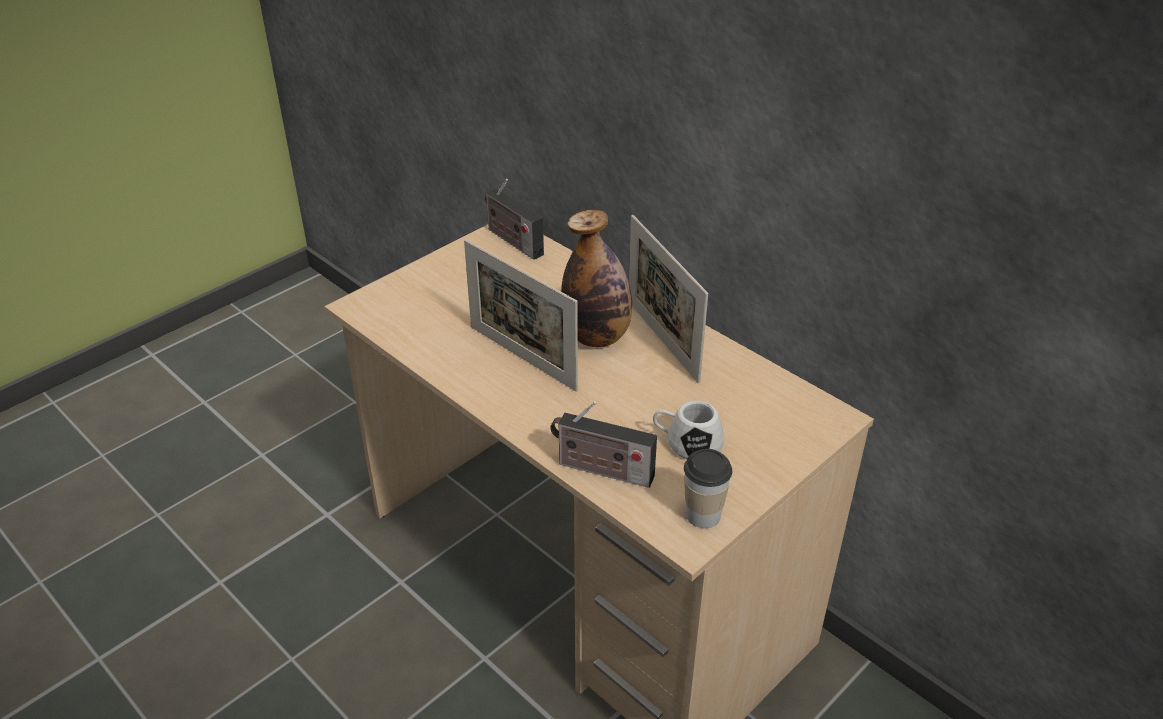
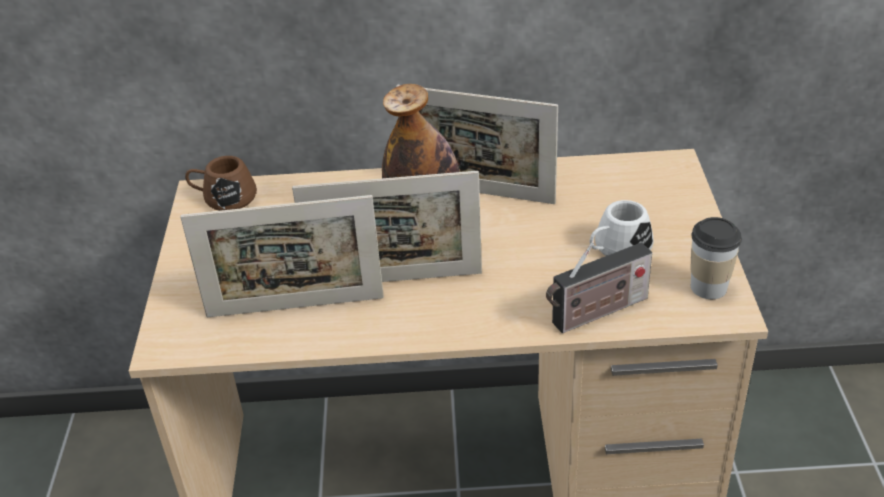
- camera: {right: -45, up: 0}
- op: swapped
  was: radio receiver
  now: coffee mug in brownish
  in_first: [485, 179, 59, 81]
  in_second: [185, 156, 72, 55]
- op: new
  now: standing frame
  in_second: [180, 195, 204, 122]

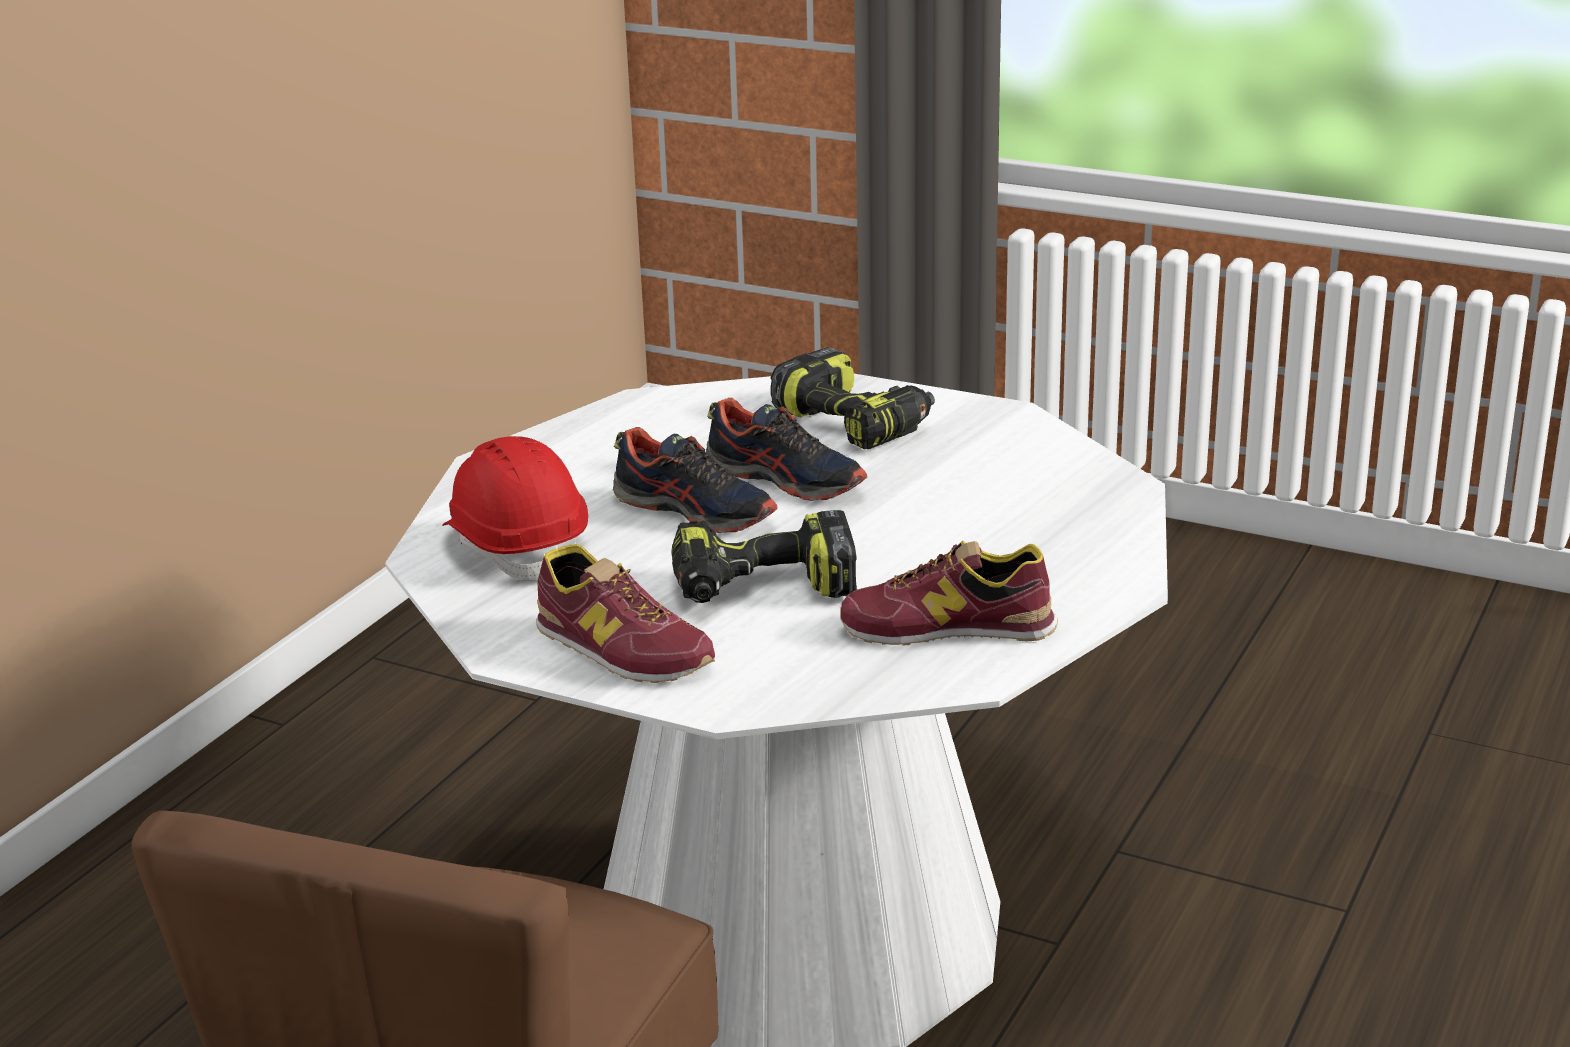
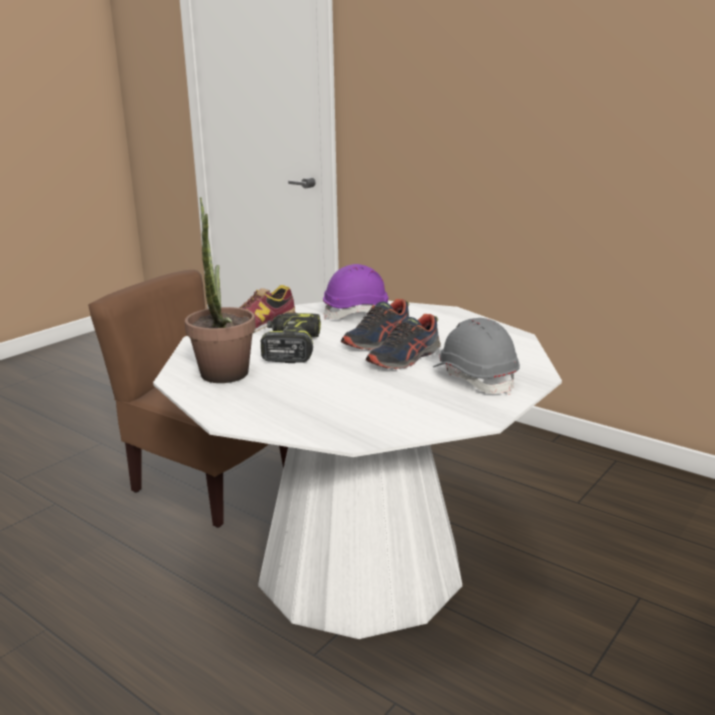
- camera: {right: 100, up: -5}
- op: swapped
  was: drill
  now: hard hat in greyish
  in_first: [771, 347, 164, 102]
  in_second: [433, 318, 87, 77]
- op: repainted
  was: hard hat in reddish
  now: hard hat in purple
  in_first: [442, 436, 146, 144]
  in_second: [323, 264, 66, 55]
- op: swapped
  was: low shoe
  now: potted plant
  in_first: [840, 541, 218, 105]
  in_second: [185, 197, 71, 186]

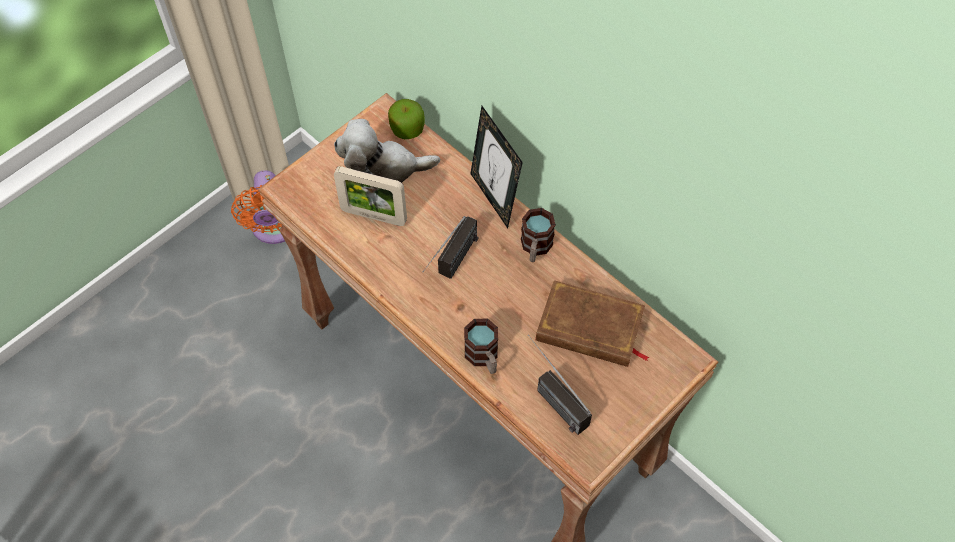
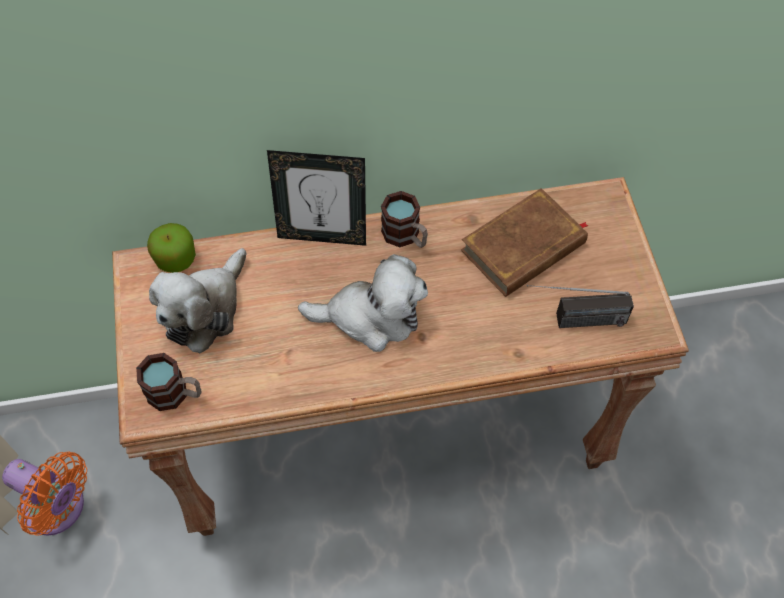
- camera: {right: -55, up: 0}
- op: gone
  was: standing frame
  in_first: [334, 166, 73, 60]
- op: swapped
  was: radio receiver
  now: cuddly toy
  in_first: [422, 216, 57, 63]
  in_second: [298, 254, 130, 98]
- op: shifted
  was: coffee mug
  in_first: [464, 319, 34, 55]
  in_second: [136, 353, 66, 58]

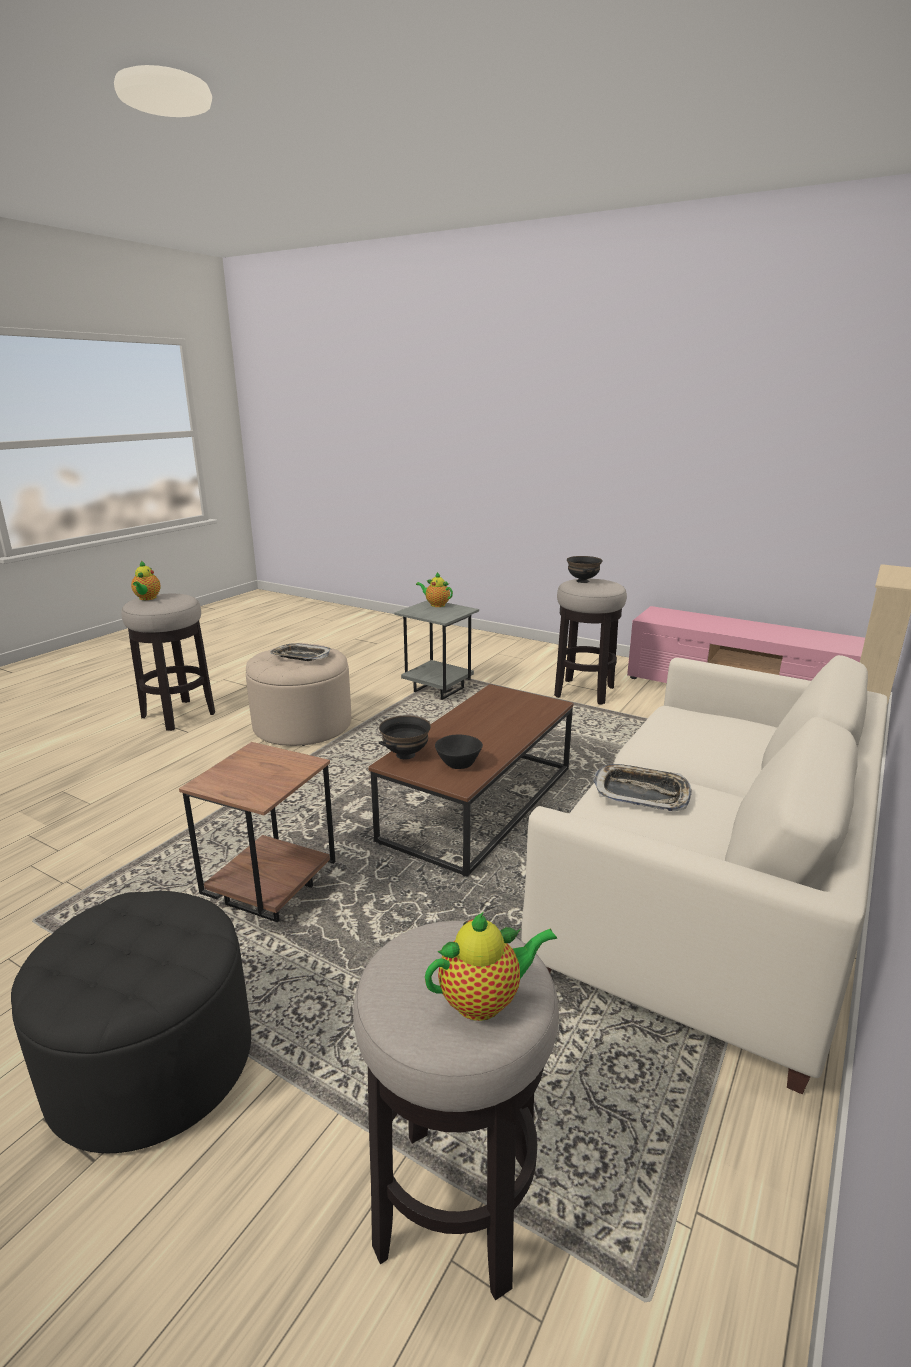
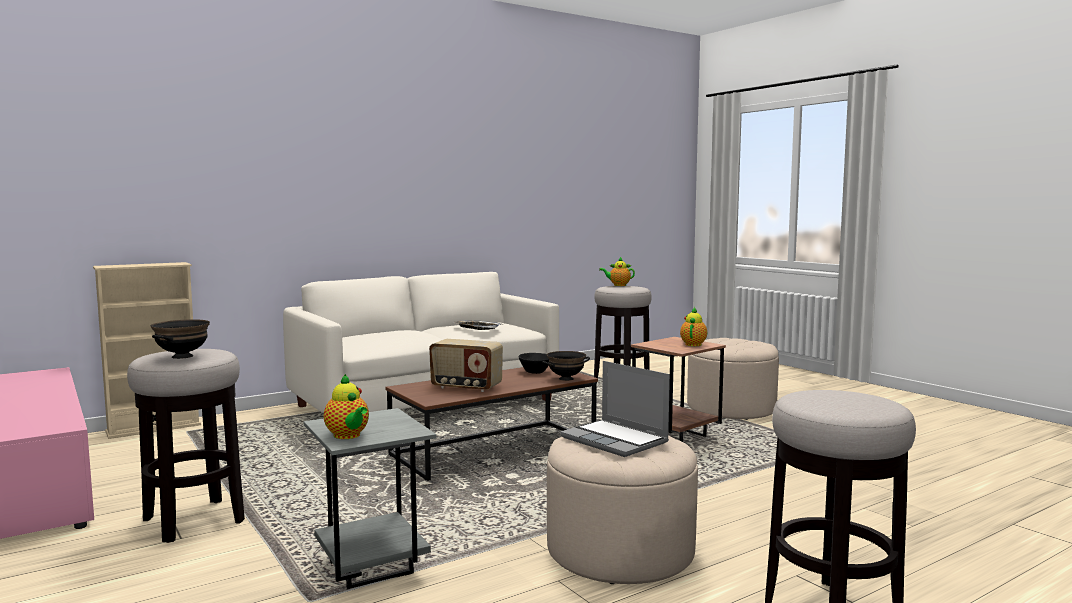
- camera: {right: -155, up: -15}
- op: shifted
  was: tea pot
  in_first: [131, 561, 30, 39]
  in_second: [680, 307, 27, 39]
- op: swapped
  was: carrying tray
  now: notebook computer
  in_first: [270, 643, 61, 18]
  in_second: [560, 361, 110, 96]
- op: repainted
  was: footrest in blackish
  now: footrest in beige
  in_first: [11, 891, 240, 262]
  in_second: [687, 338, 92, 82]
- op: new
  now: radio receiver
  in_second: [429, 339, 74, 53]

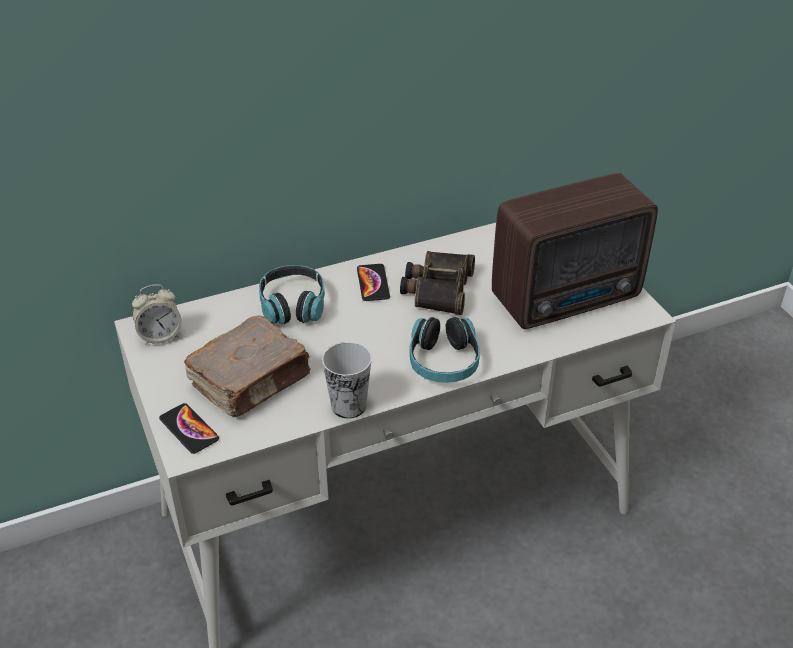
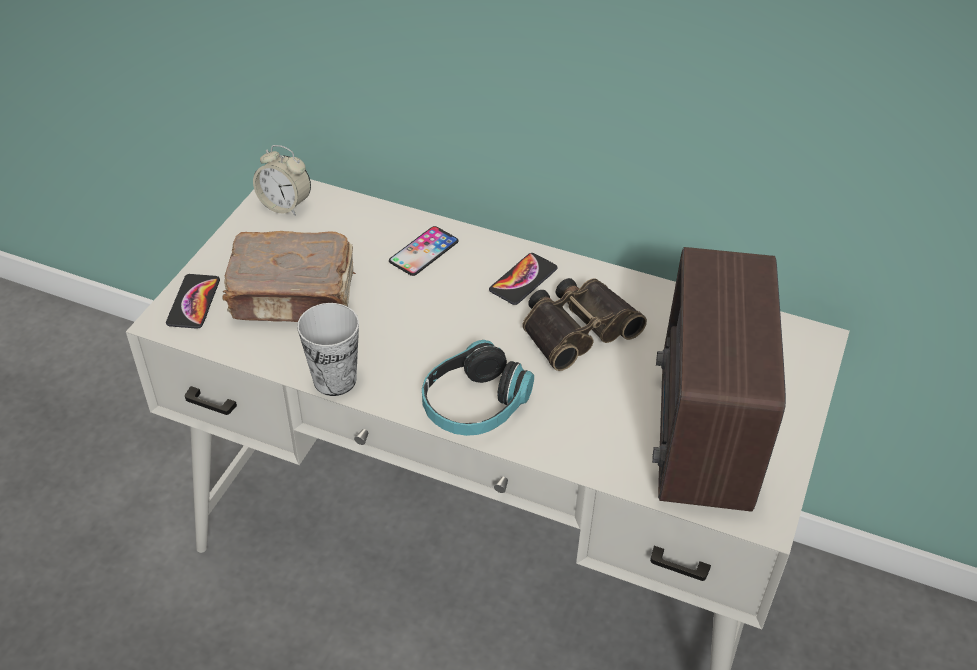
- camera: {right: 45, up: 5}
- op: rotated
  was: radio receiver
  in_first: [492, 173, 166, 156]
  in_second: [652, 247, 134, 265]
  clockwise: 75
- op: swapped
  was: headphones
  now: phone
  in_first: [259, 265, 66, 59]
  in_second: [389, 226, 70, 50]

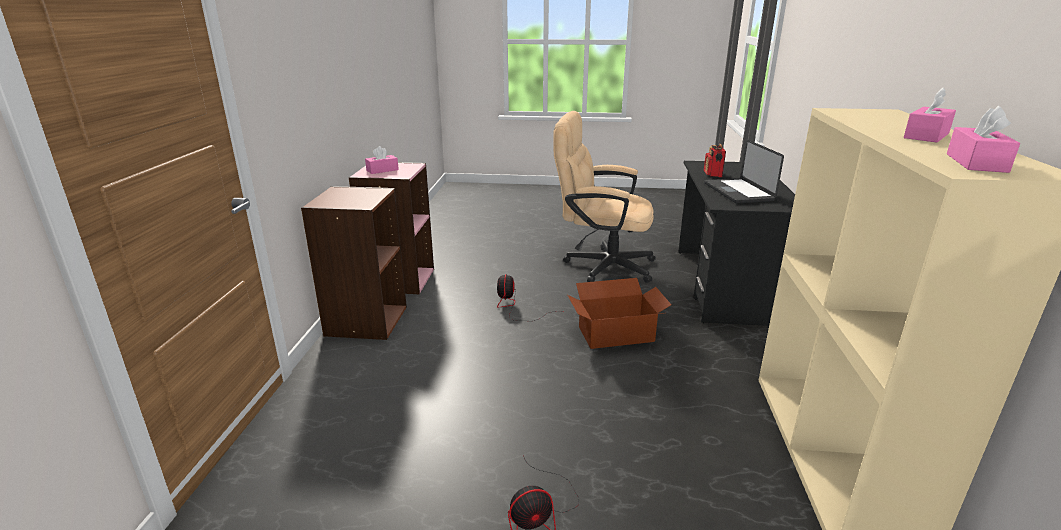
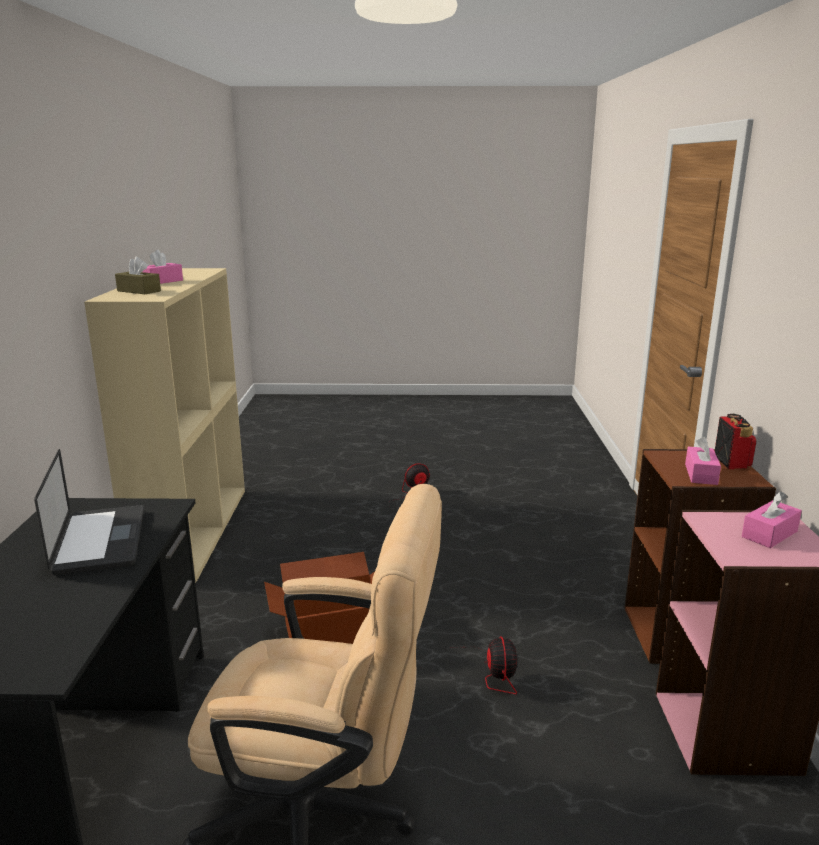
- camera: {right: 175, up: -5}
- op: shifted
  was: box of tissues in pinkish
  in_first: [947, 106, 73, 67]
  in_second: [685, 437, 36, 48]
- op: shifted
  was: radio receiver
  in_first: [704, 144, 22, 33]
  in_second: [715, 414, 41, 55]
- op: new
  now: box of tissues in brownish
  in_second: [115, 257, 46, 37]

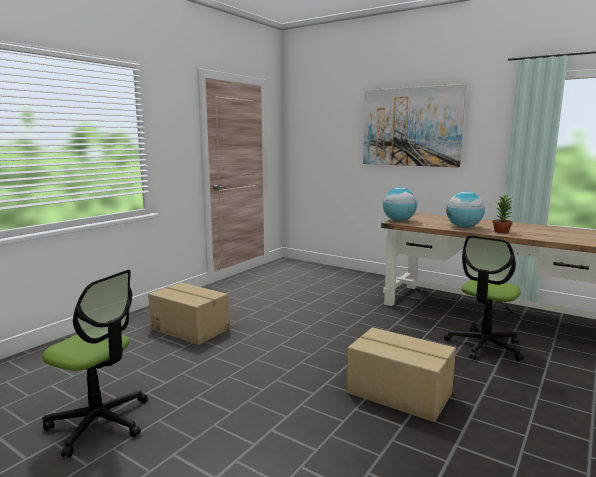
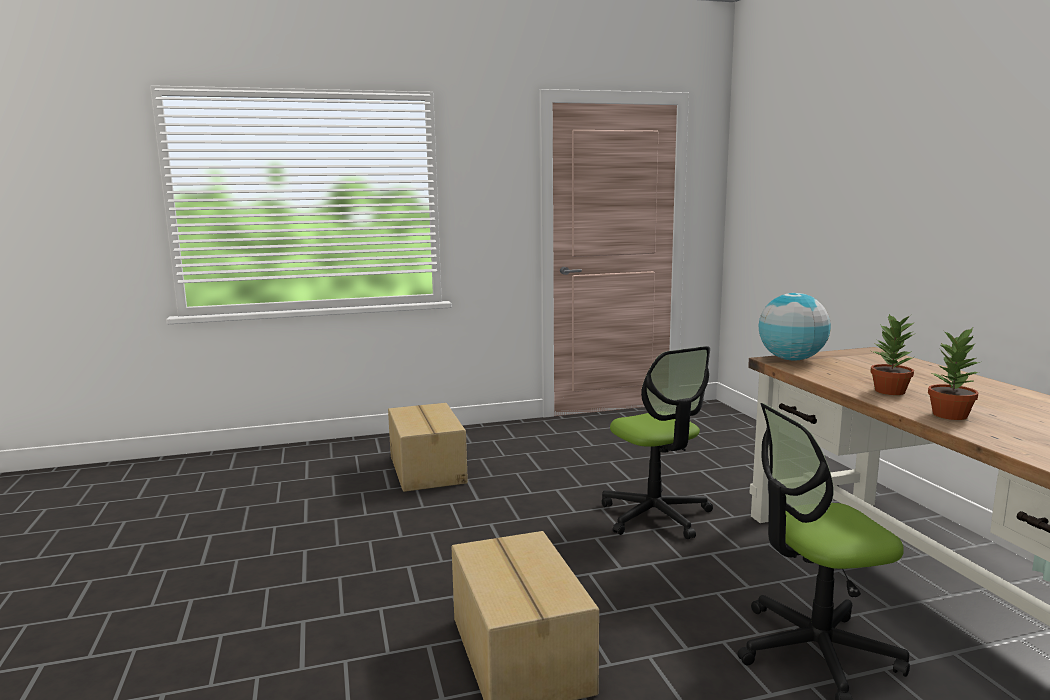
- camera: {right: 40, up: 0}
- op: gone
  was: picture
  in_first: [363, 84, 103, 83]
- op: swapped
  was: desk globe
  now: potted plant
  in_first: [446, 191, 39, 37]
  in_second: [870, 314, 44, 81]
- op: shifted
  was: office chair
  in_first: [42, 270, 106, 187]
  in_second: [602, 346, 111, 193]

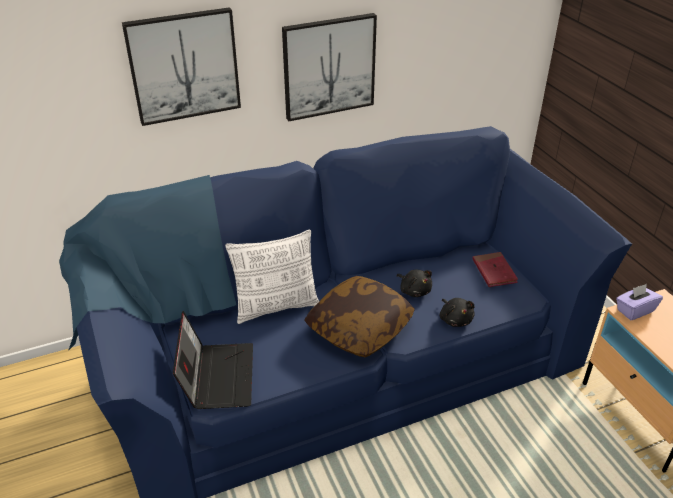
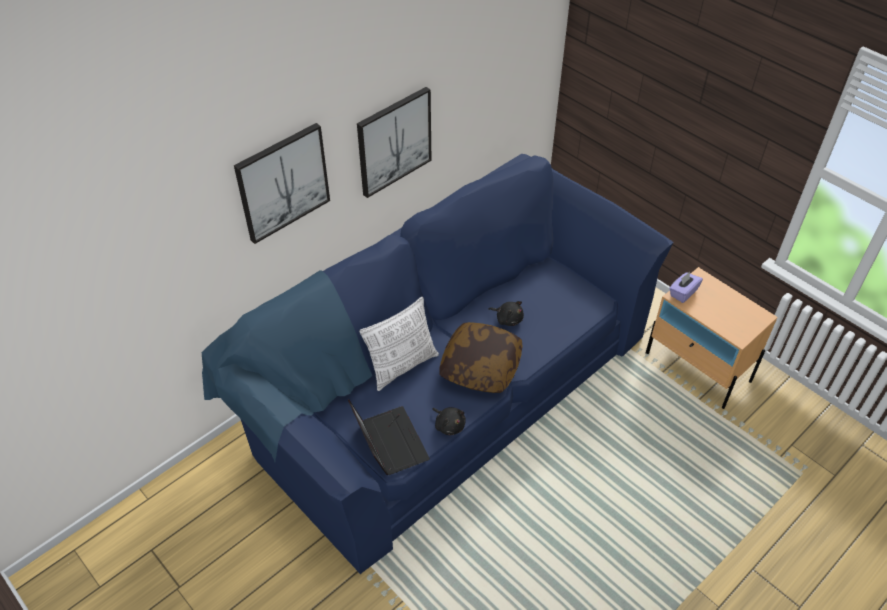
- camera: {right: -20, up: 10}
- op: gone
  was: book in reddish
  in_first: [472, 252, 46, 35]
- op: shifted
  was: cuddly toy in blackish
  in_first: [440, 298, 35, 29]
  in_second: [432, 407, 34, 29]

